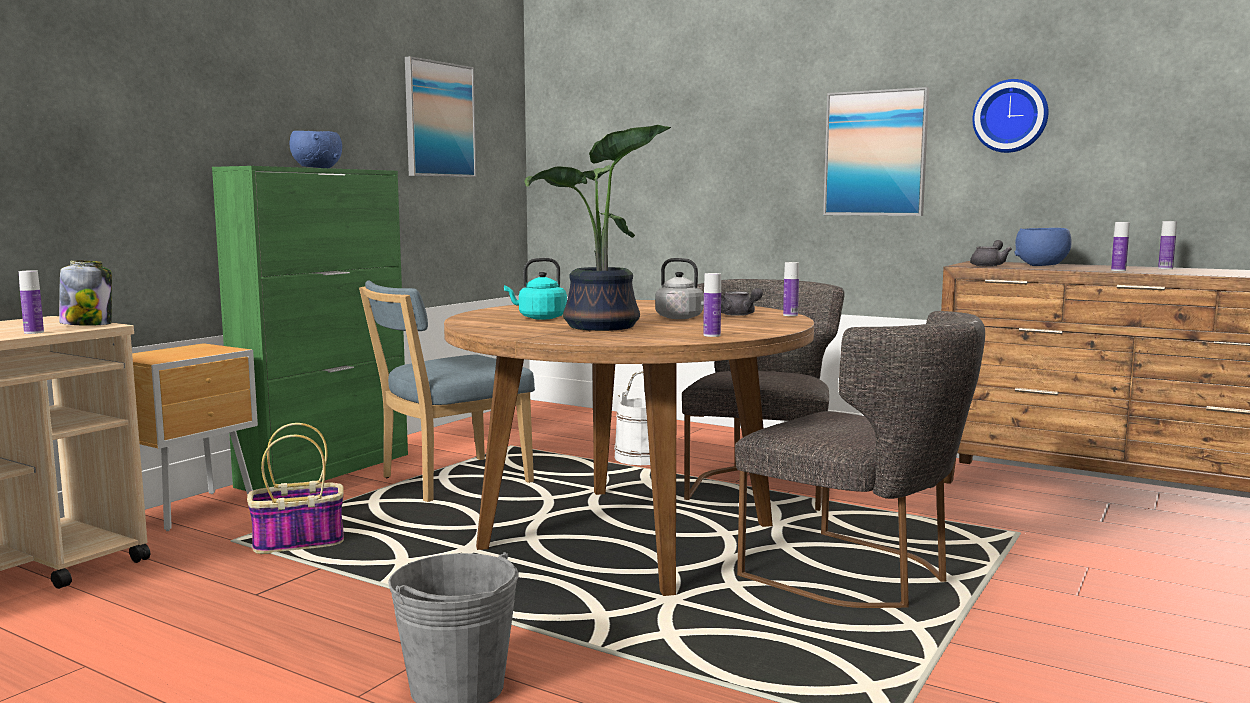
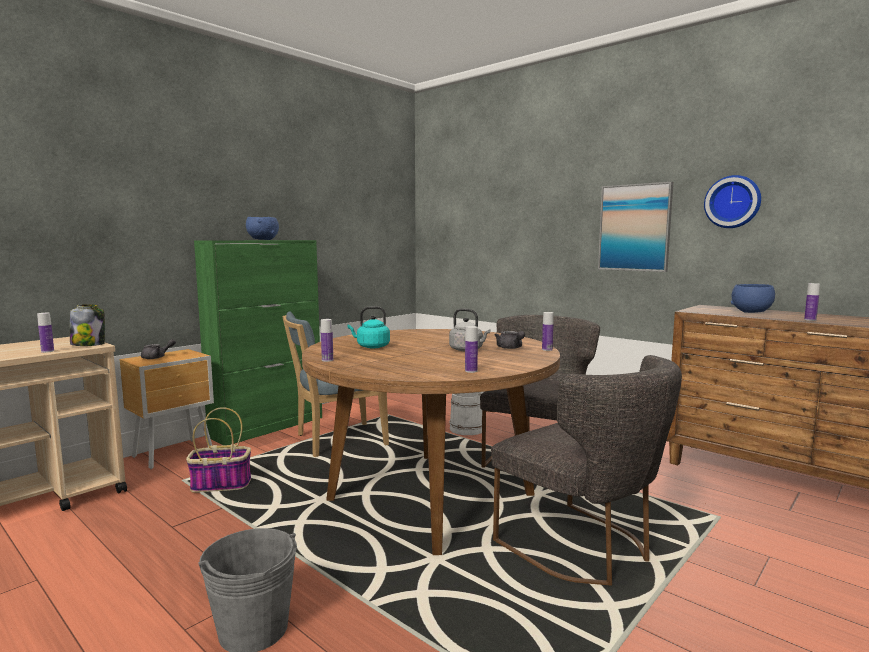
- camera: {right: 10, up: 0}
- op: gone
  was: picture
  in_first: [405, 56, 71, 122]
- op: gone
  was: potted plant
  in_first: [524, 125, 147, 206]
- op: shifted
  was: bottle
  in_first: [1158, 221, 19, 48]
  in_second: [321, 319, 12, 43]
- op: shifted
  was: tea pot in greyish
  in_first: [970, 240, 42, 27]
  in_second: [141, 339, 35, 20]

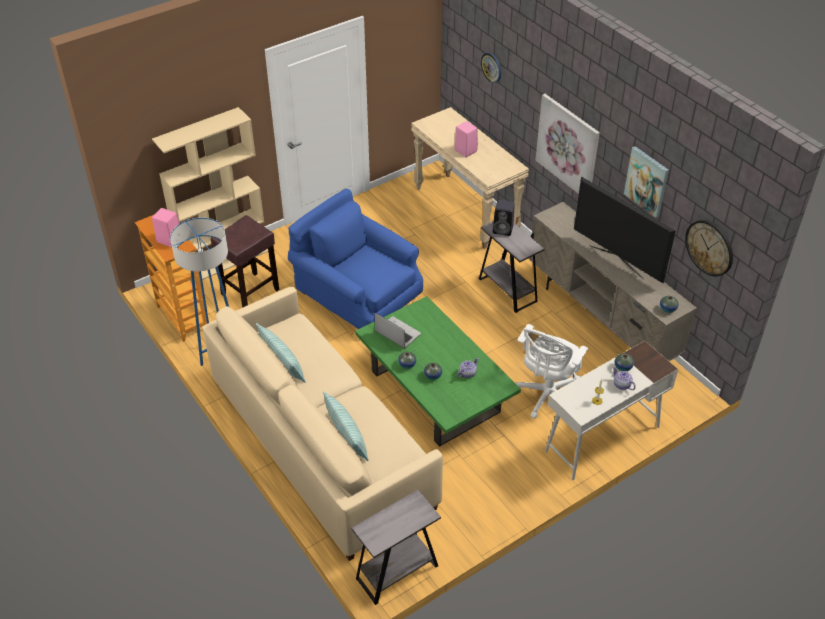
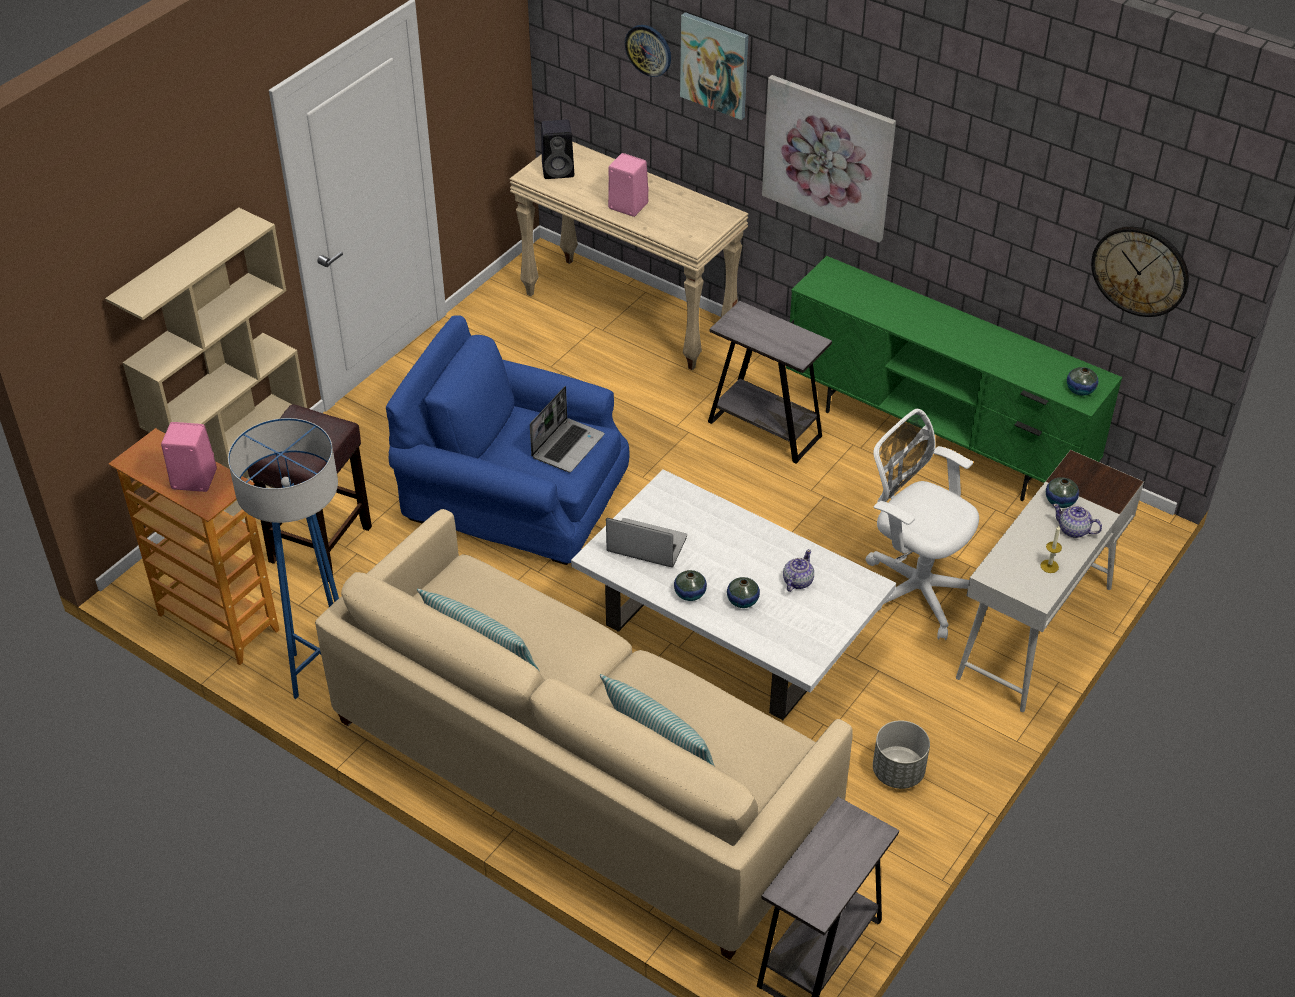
- camera: {right: -20, up: 0}
- op: shifted
  was: picture
  in_first: [624, 146, 45, 72]
  in_second: [680, 12, 68, 108]
- op: gone
  was: TV
  in_first: [574, 177, 102, 106]
- op: shifted
  was: audio speaker in blackish
  in_first: [493, 200, 22, 36]
  in_second: [541, 119, 33, 60]
- op: repainted
  was: tv stand in beige
  now: tv stand in greenish
  in_first: [529, 202, 168, 159]
  in_second: [786, 256, 336, 245]
- op: repainted
  was: coffee table in greenish
  now: coffee table in whitish
  in_first: [355, 296, 166, 151]
  in_second: [571, 469, 325, 251]
- op: rotated
  was: office chair in whitish
  in_first: [517, 324, 71, 95]
  in_second: [865, 409, 114, 231]
  clockwise: 120
- op: new
  now: notebook computer
  in_second: [530, 386, 74, 86]
- op: new
  now: flower pot in greyish
  in_second: [873, 720, 57, 69]

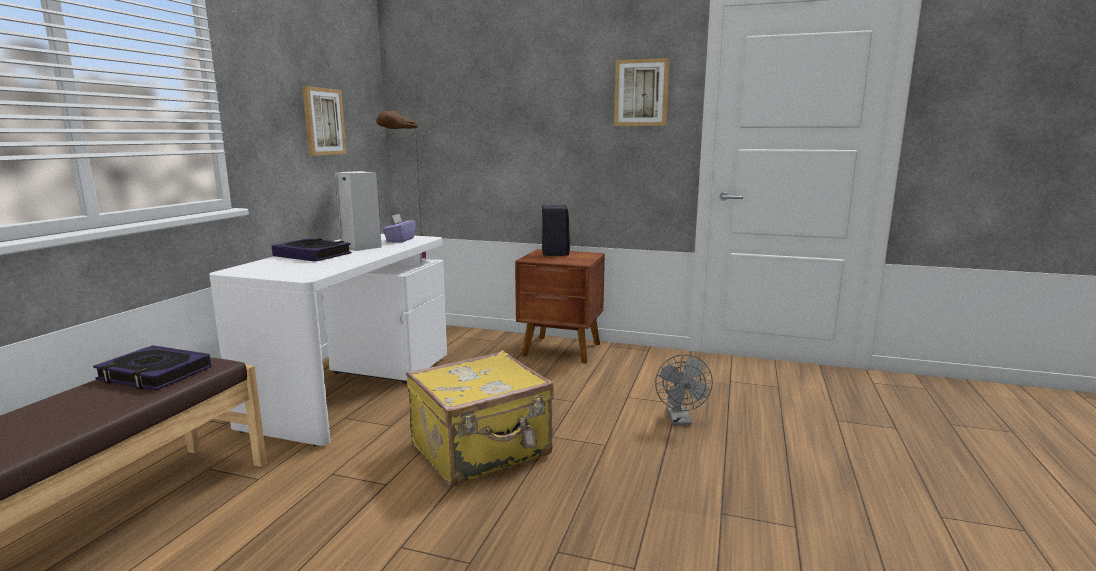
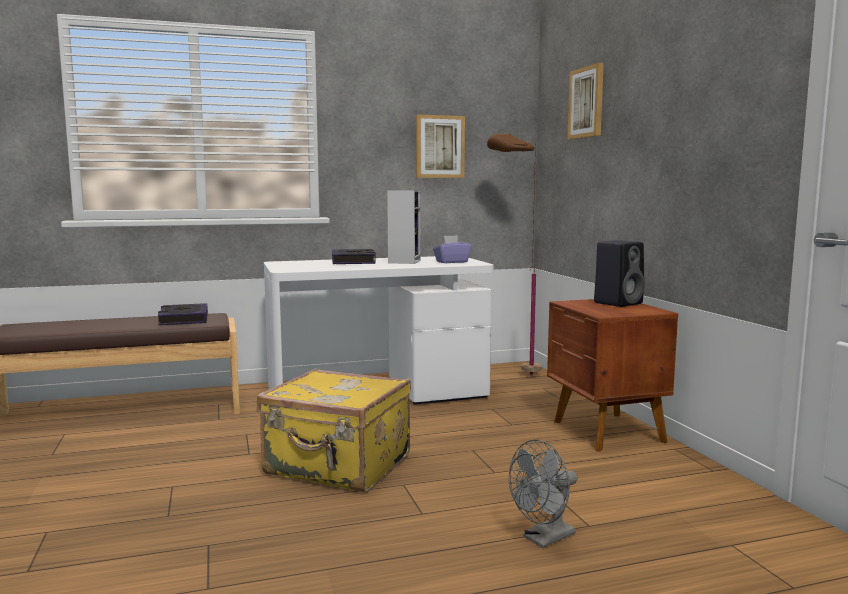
- camera: {right: 55, up: -5}
- op: shifted
  was: picture
  in_first: [614, 58, 55, 68]
  in_second: [568, 63, 36, 76]

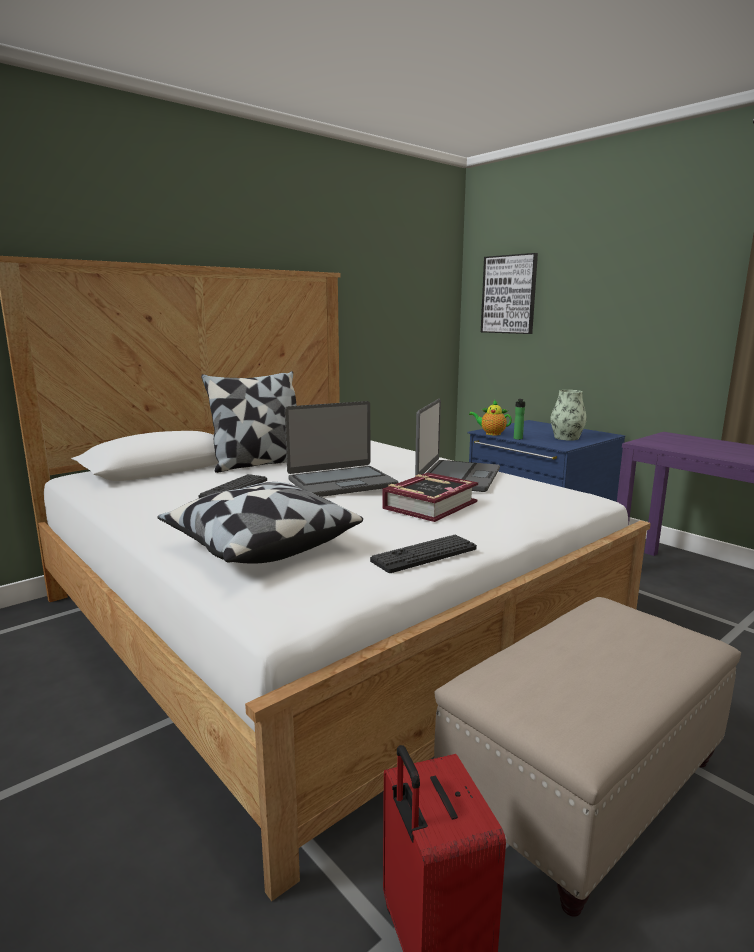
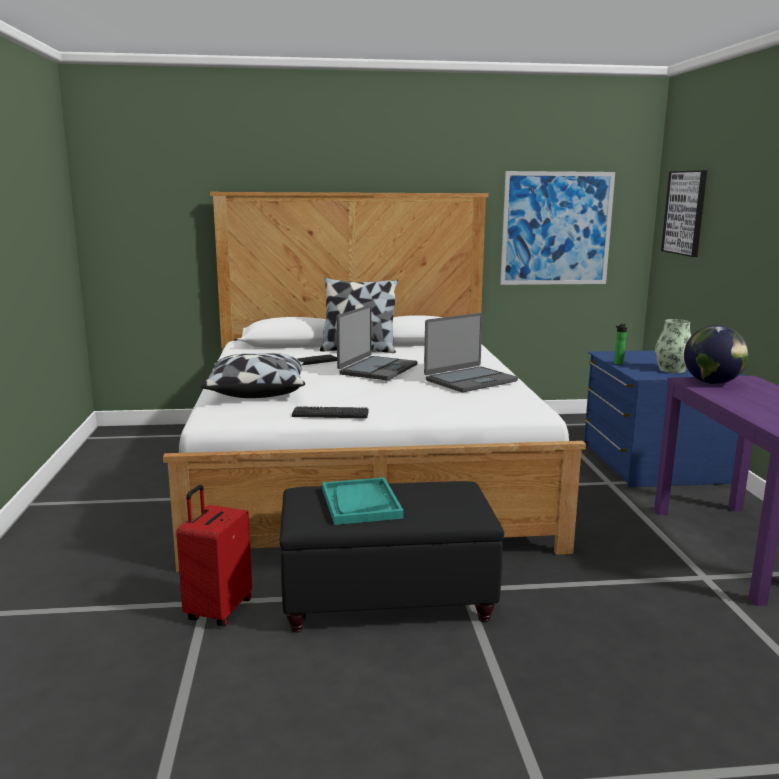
- camera: {right: 35, up: 0}
- op: gone
  was: tea pot
  in_first: [469, 399, 43, 36]
- op: rotated
  was: notebook computer
  in_first: [285, 401, 114, 96]
  in_second: [337, 305, 81, 75]
  clockwise: -75
- op: gone
  was: book
  in_first: [382, 473, 96, 49]
- op: repainted
  was: footrest in beige
  now: footrest in blackish
  in_first: [434, 597, 307, 320]
  in_second: [280, 481, 224, 151]
- op: new
  now: picture
  in_second: [500, 171, 115, 114]
- op: new
  now: desk globe
  in_second: [684, 325, 64, 59]
- op: new
  now: carrying tray in blue-green
  in_second: [322, 477, 82, 48]

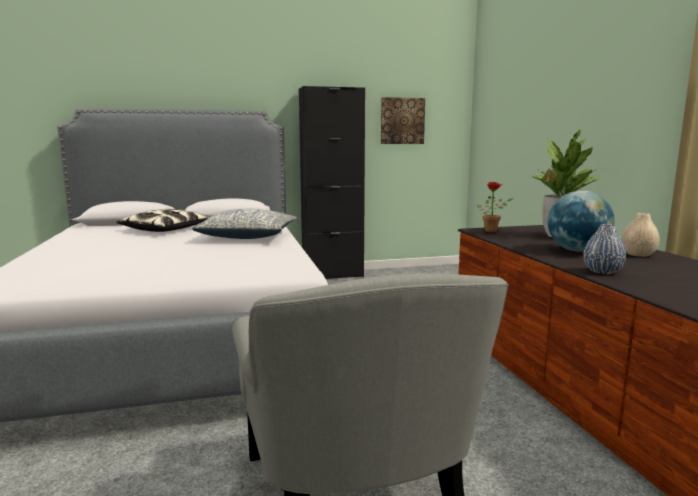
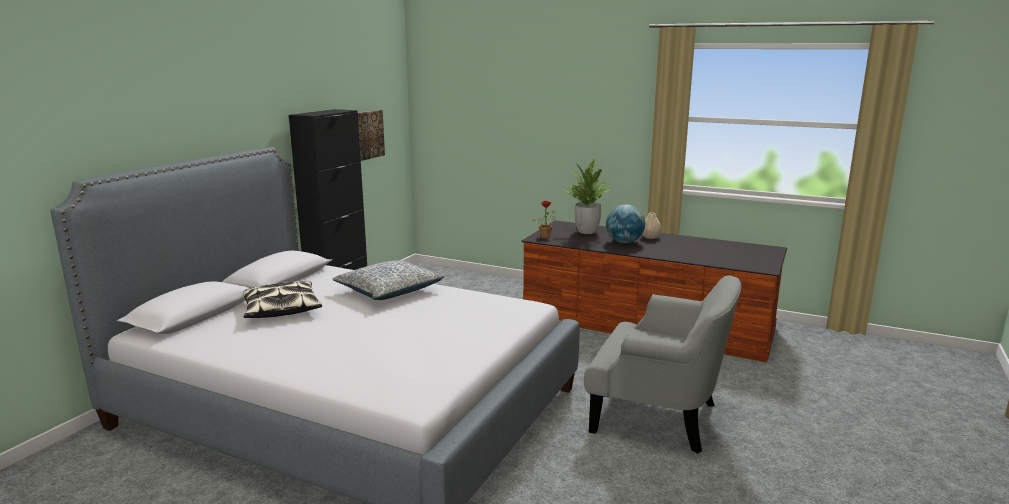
- camera: {right: -50, up: 5}
- op: gone
  was: decorative vase in bluish
  in_first: [583, 224, 43, 50]

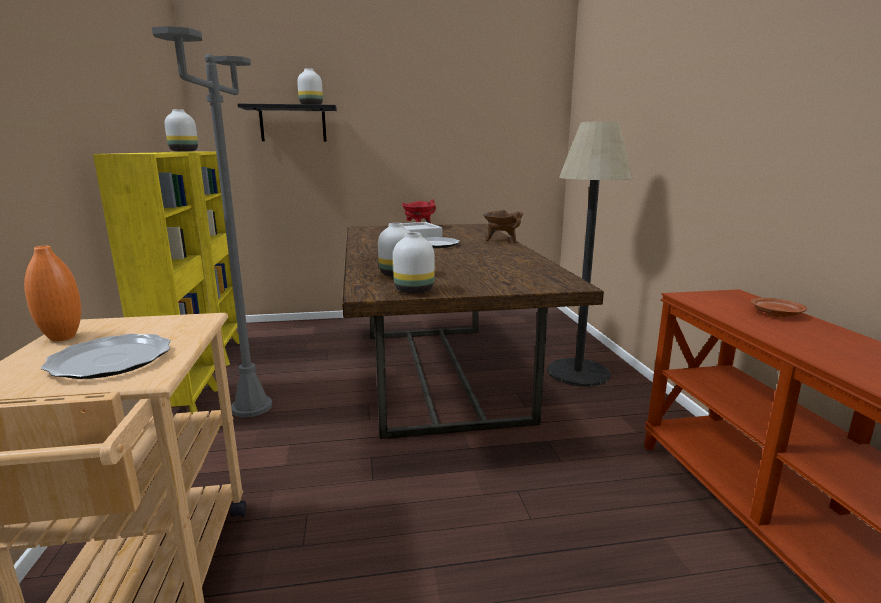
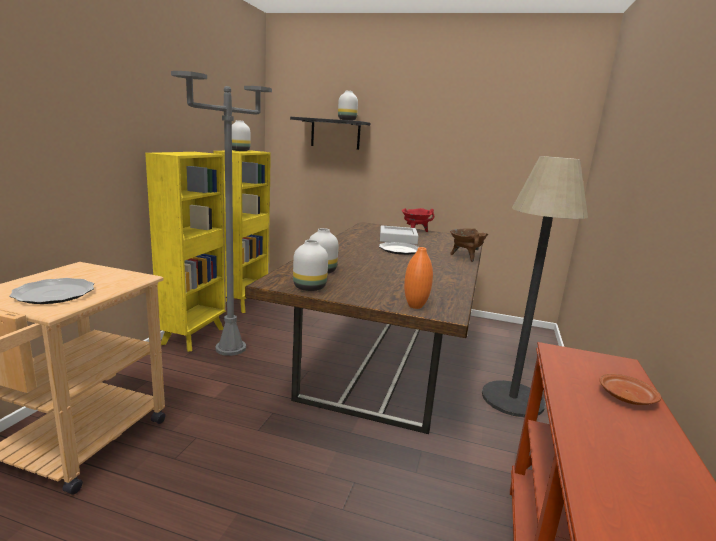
- camera: {right: 25, up: 0}
- op: shifted
  was: decorative vase in orangey
  in_first: [24, 246, 57, 95]
  in_second: [404, 247, 29, 62]

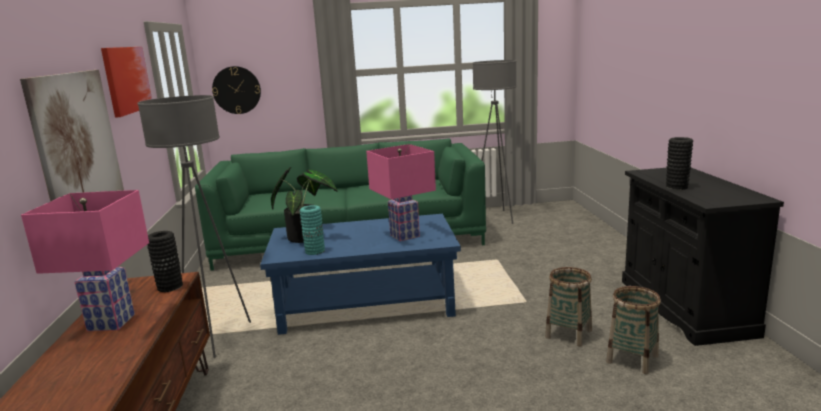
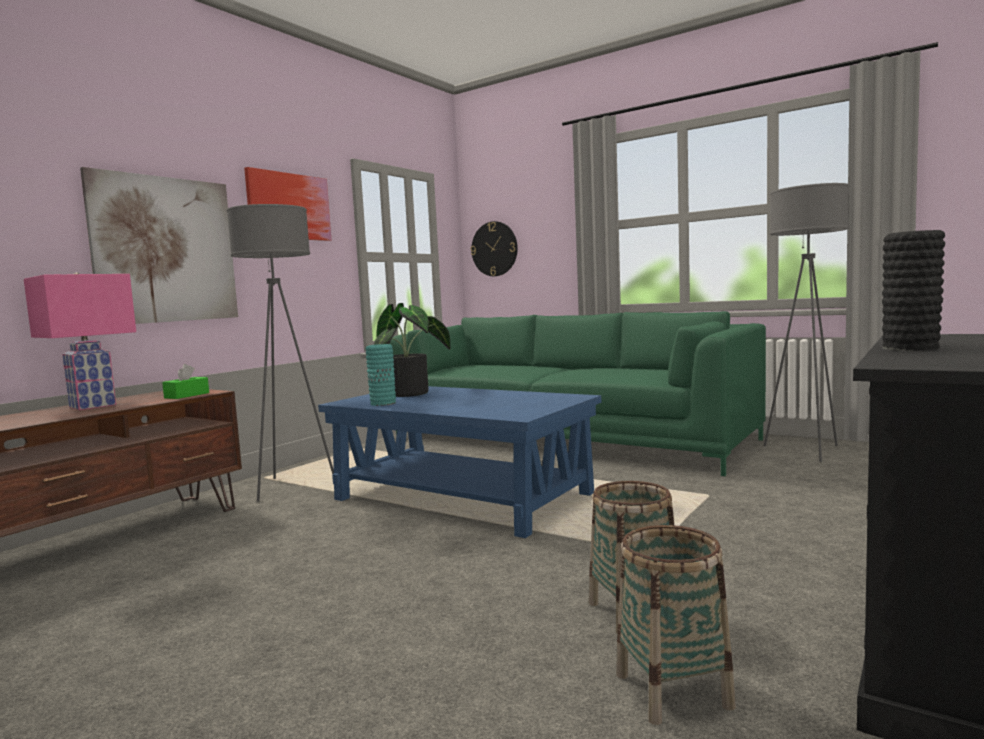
- camera: {right: 40, up: -10}
- op: gone
  was: tabletop lamp in pinkish
  in_first: [366, 144, 70, 97]
- op: swapped
  was: decorative vase in blackish
  now: box of tissues in greenish
  in_first: [147, 231, 36, 61]
  in_second: [162, 364, 47, 35]

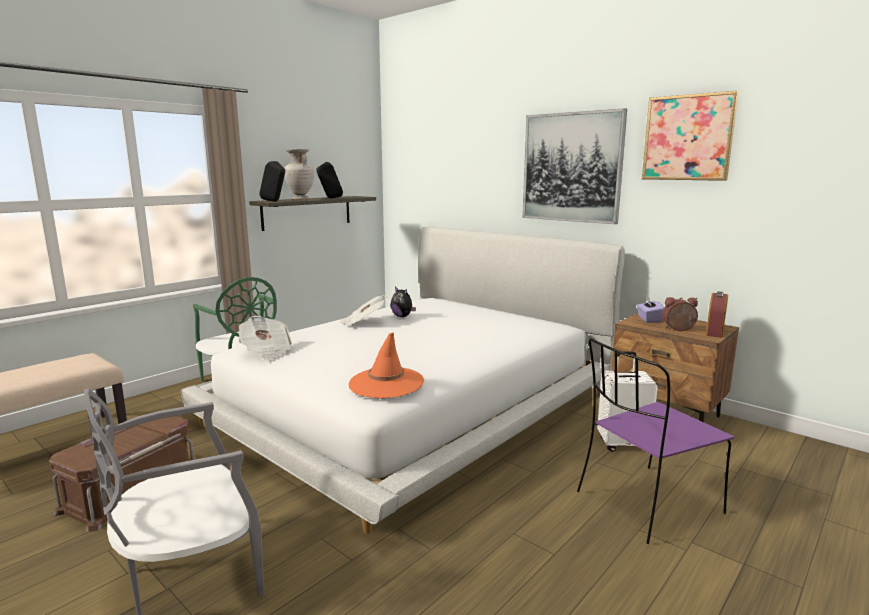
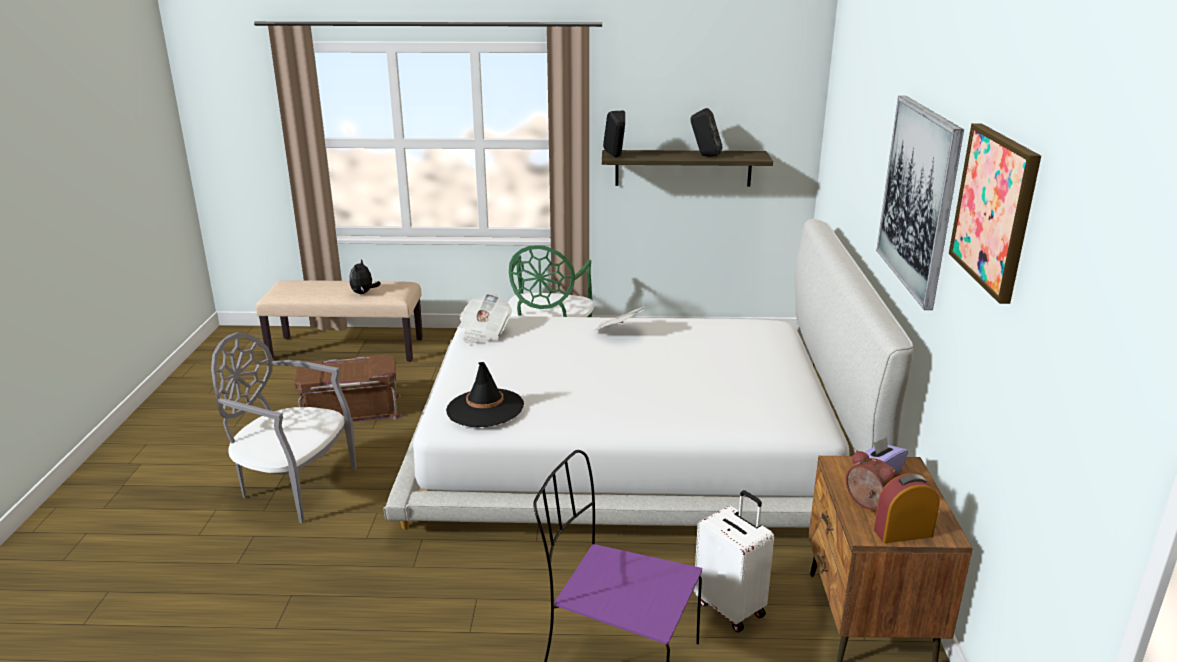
- camera: {right: 50, up: 10}
- op: gone
  was: decorative vase in beige
  in_first: [284, 149, 30, 51]
- op: shifted
  was: cuddly toy
  in_first: [391, 287, 25, 30]
  in_second: [349, 259, 32, 35]
- op: repainted
  was: hat in orangey
  now: hat in blackish
  in_first: [348, 332, 76, 66]
  in_second: [446, 362, 78, 65]

